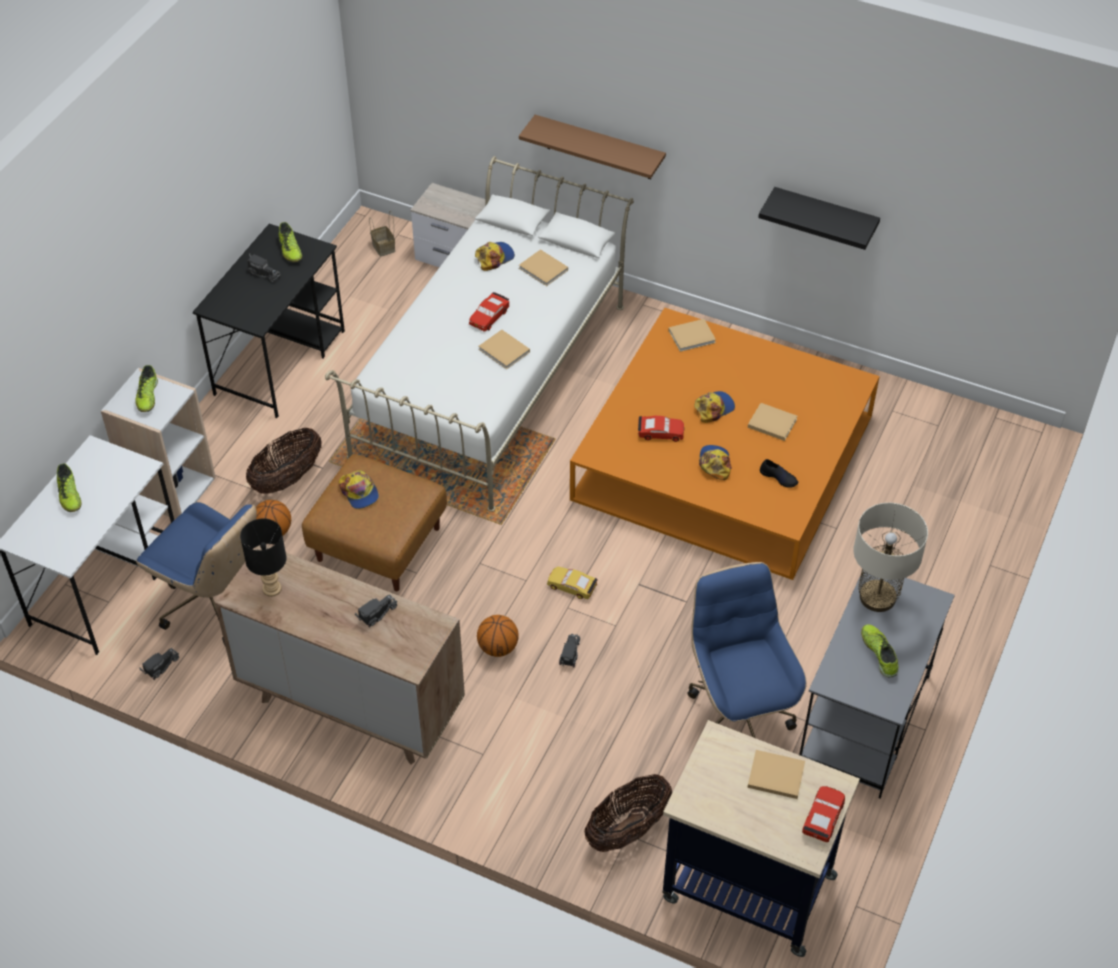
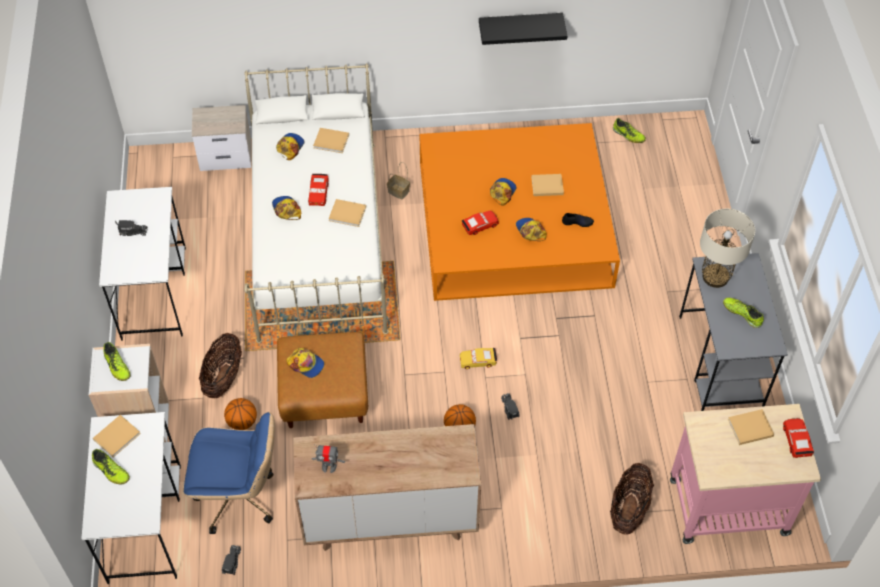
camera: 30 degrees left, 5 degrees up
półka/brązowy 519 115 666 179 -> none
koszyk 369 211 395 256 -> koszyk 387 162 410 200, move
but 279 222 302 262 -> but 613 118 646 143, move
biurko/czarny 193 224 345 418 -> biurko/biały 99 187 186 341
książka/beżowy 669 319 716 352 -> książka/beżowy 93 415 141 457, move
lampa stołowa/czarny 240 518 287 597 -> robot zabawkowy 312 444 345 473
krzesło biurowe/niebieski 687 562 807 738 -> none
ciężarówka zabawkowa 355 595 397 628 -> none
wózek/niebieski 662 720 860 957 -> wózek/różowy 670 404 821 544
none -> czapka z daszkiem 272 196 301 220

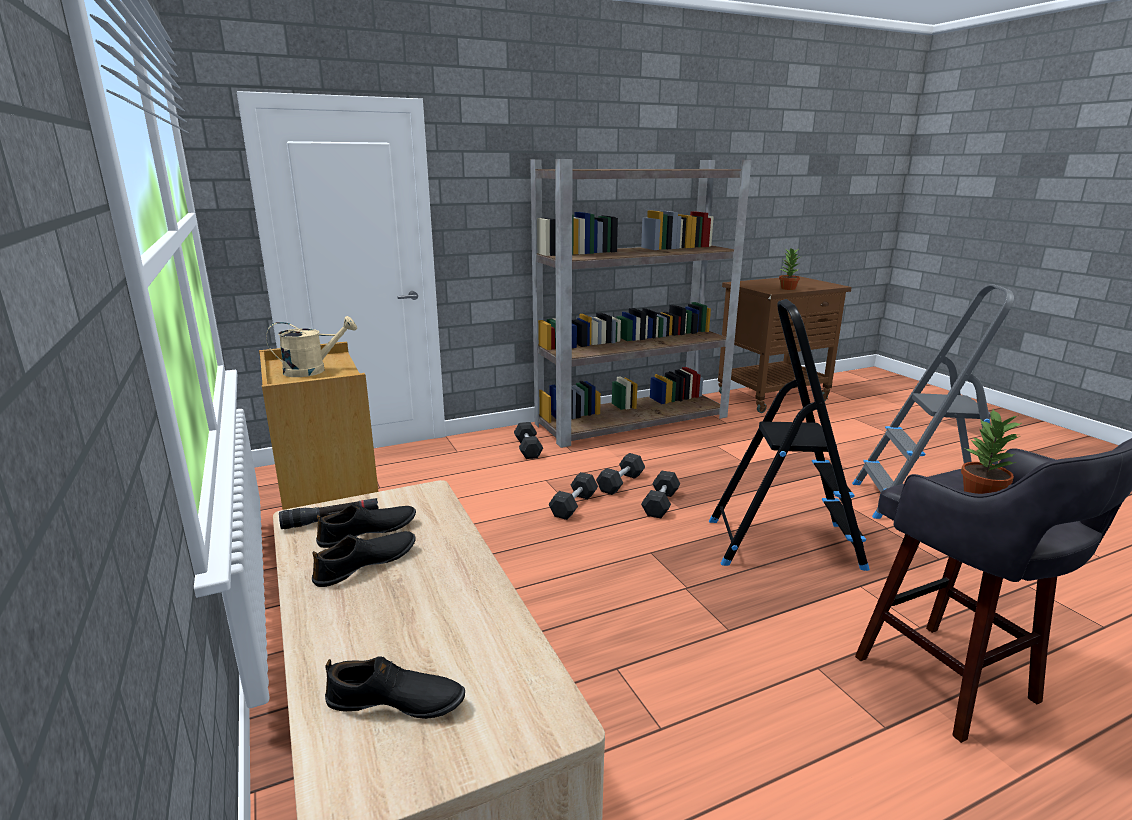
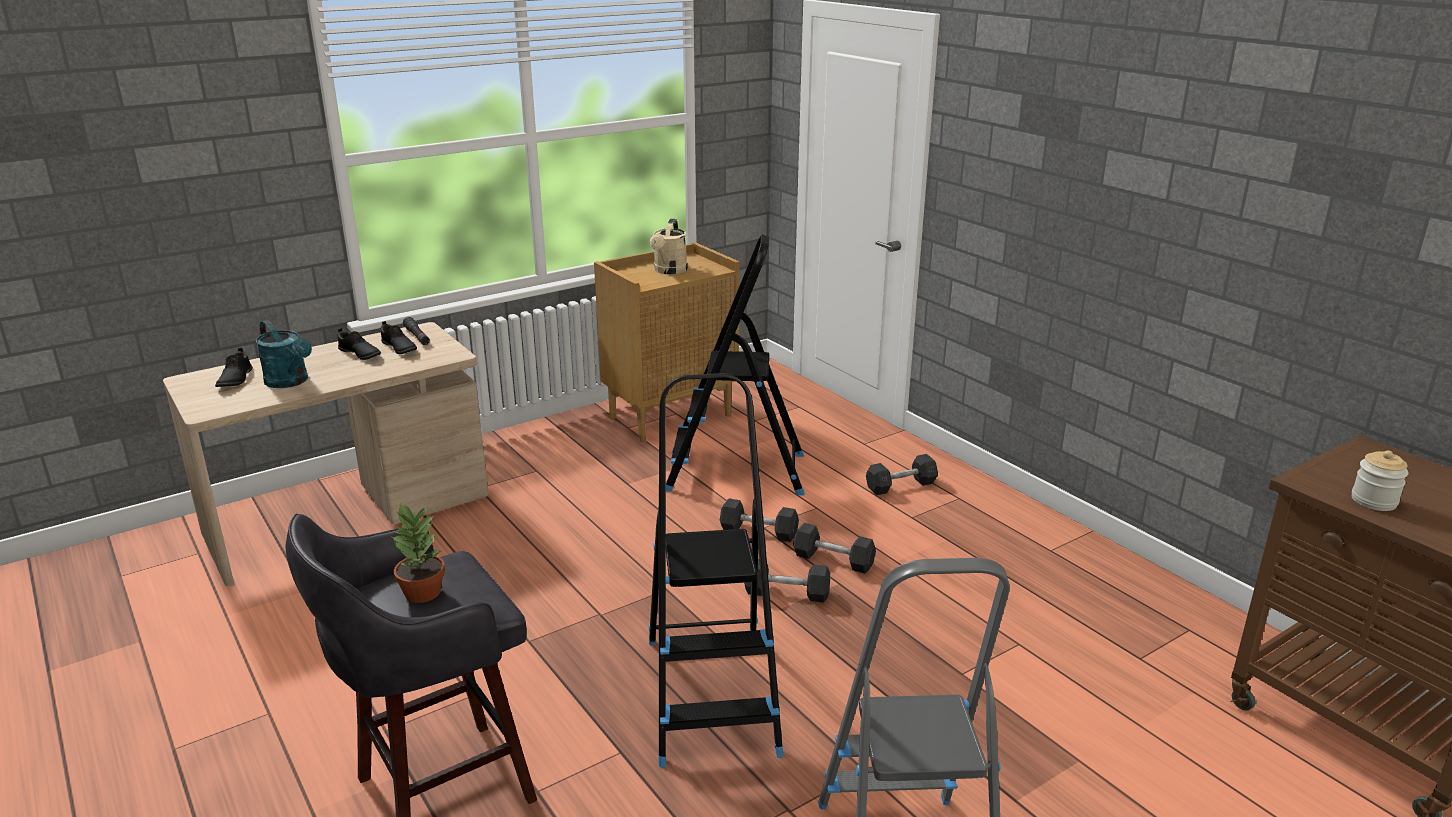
camera: 80 degrees right, 5 degrees up
regał/brązowy 530 159 751 448 -> none
roślina doniczkowa 779 249 800 290 -> słoik 1352 450 1409 511
konewka/beżowy 266 316 357 377 -> konewka/beżowy 649 219 688 274, 45 degrees clockwise
none -> drabinka/czarny 666 234 805 495
none -> konewka/turkusowy 256 320 312 388

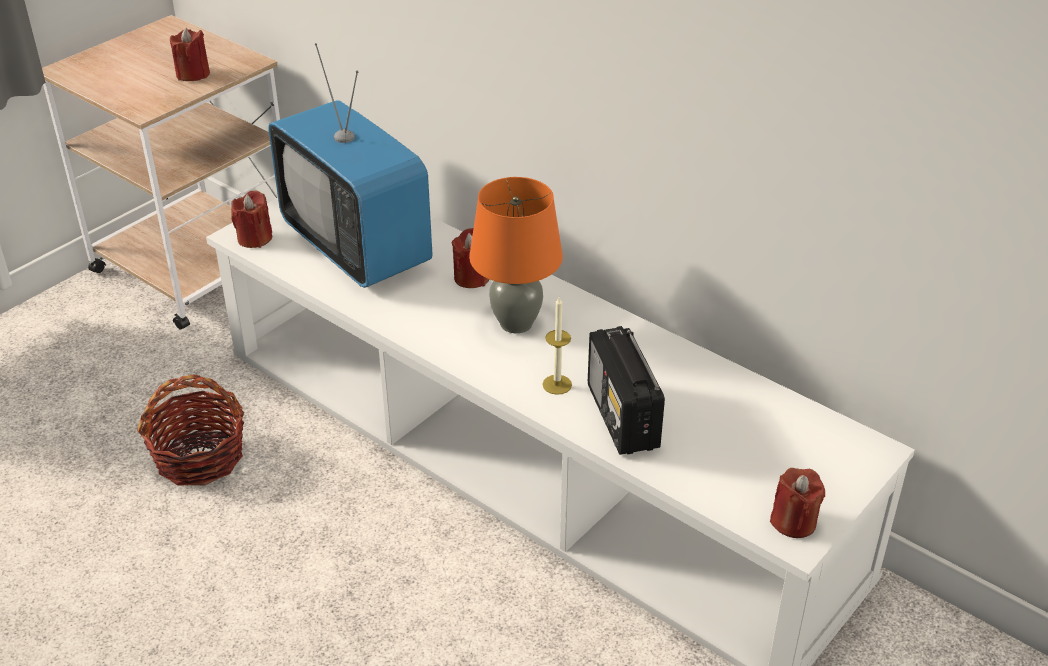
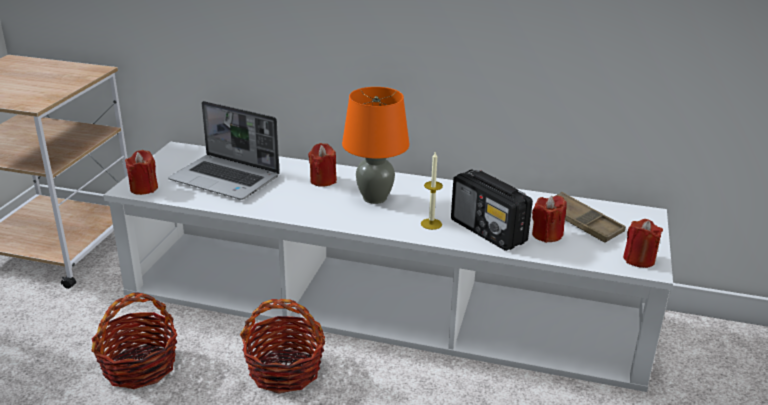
camera: 25 degrees left, 10 degrees down
świeca/czerwony 170 28 210 81 -> świeca/czerwony 532 195 567 243, move
telewizor 268 43 433 288 -> laptop 168 101 280 200
none -> taca/brązowy 553 192 626 243
none -> koszyk 240 299 325 394

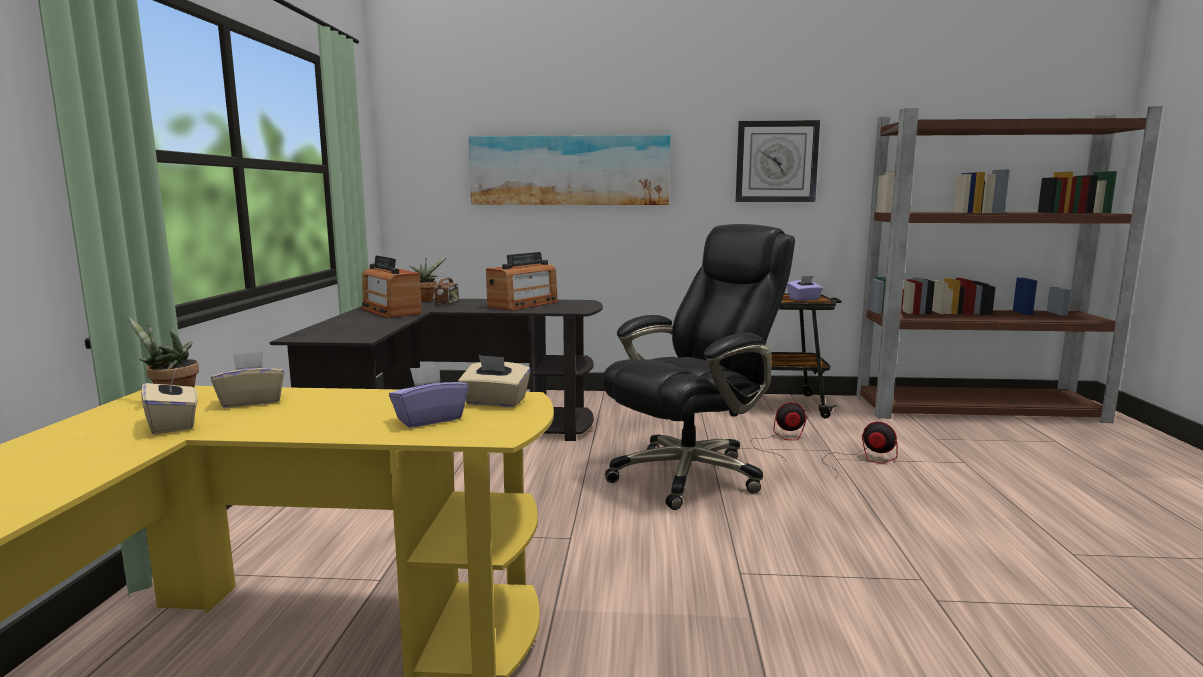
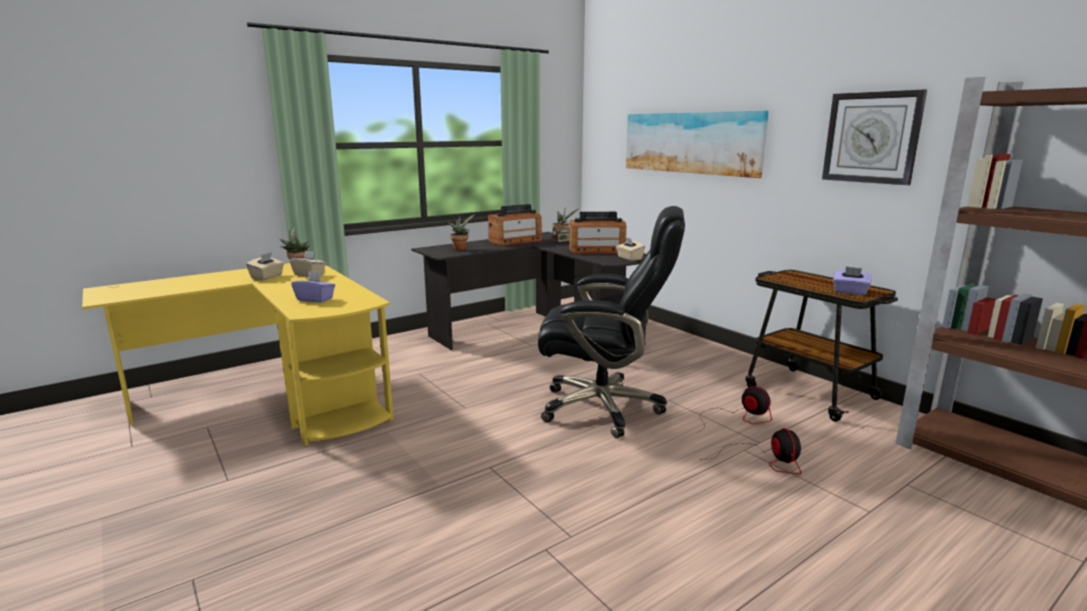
camera: 50 degrees right, 5 degrees up
radio 361 255 422 318 -> radio 488 204 542 246, 135 degrees counterclockwise
pudełko chusteczek/beżowy 458 355 531 407 -> pudełko chusteczek/beżowy 616 237 645 261, move
none -> roślina doniczkowa 447 214 475 250

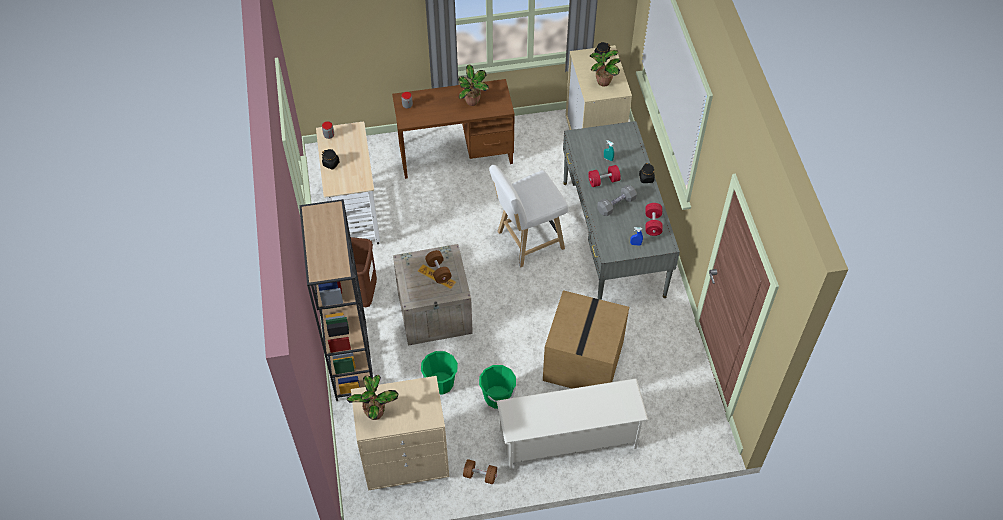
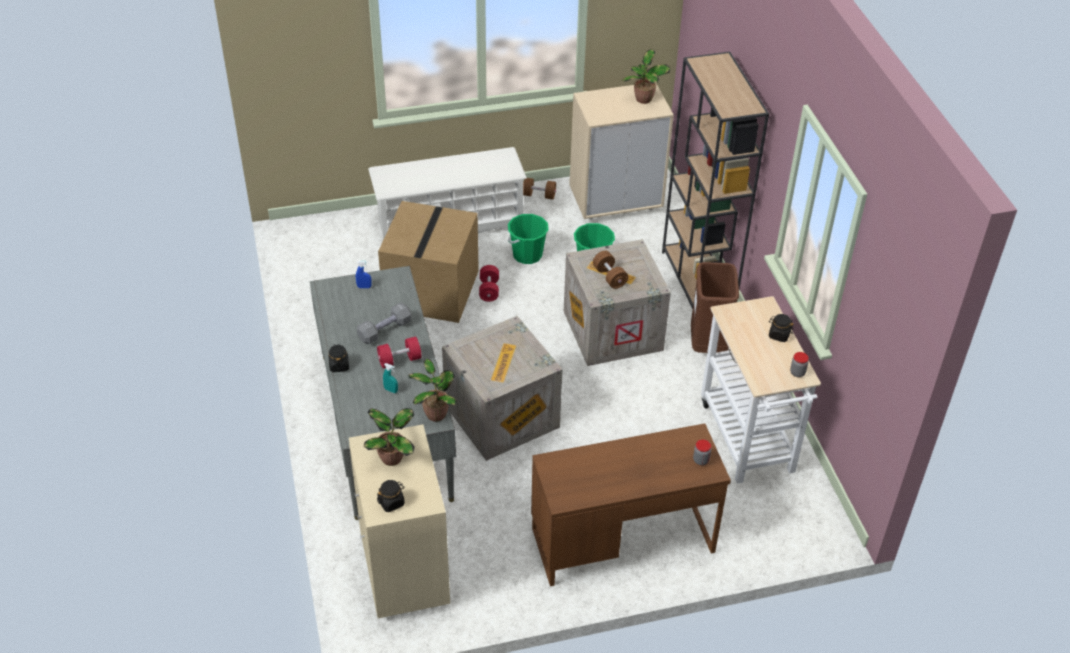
camera: 175 degrees right, 10 degrees down
roślina doniczkowa 458 64 489 106 -> roślina doniczkowa 408 359 457 422, move
stołek/biały 489 165 569 268 -> skrzynka 442 316 563 461
hantel/czerwony 645 203 663 236 -> hantel/czerwony 479 265 499 302, move

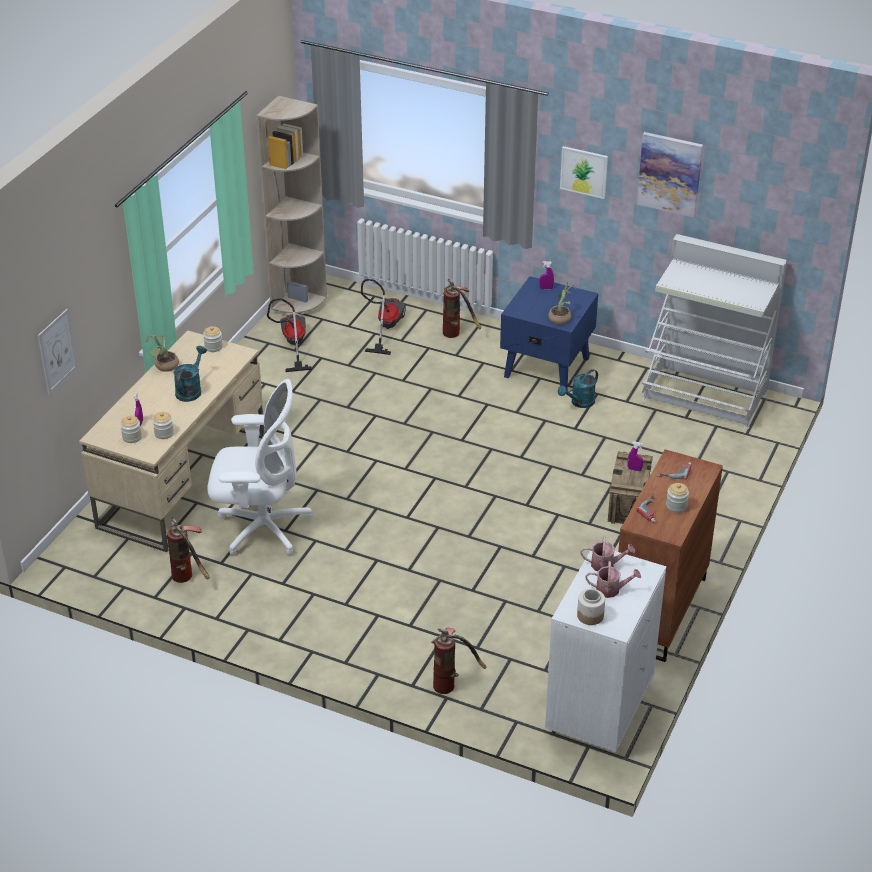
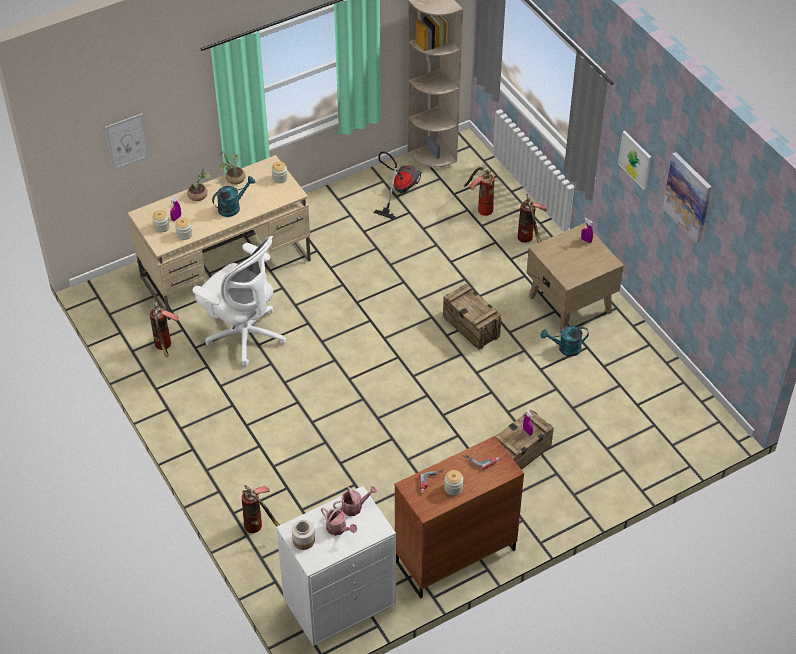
camera: 35 degrees right, 10 degrees up
regał na buty/biały 642 234 787 429 -> none
szafka nocna/niebieski 500 276 598 391 -> szafka nocna/beżowy 527 223 624 333
odkurzacz 361 279 407 355 -> gaśnica 464 167 494 216
roślina doniczkowa 548 281 576 325 -> roślina doniczkowa 187 167 211 201, move
konewka 581 536 635 571 -> konewka 333 486 377 516, 60 degrees counterclockwise
none -> skrzynka 443 284 501 350

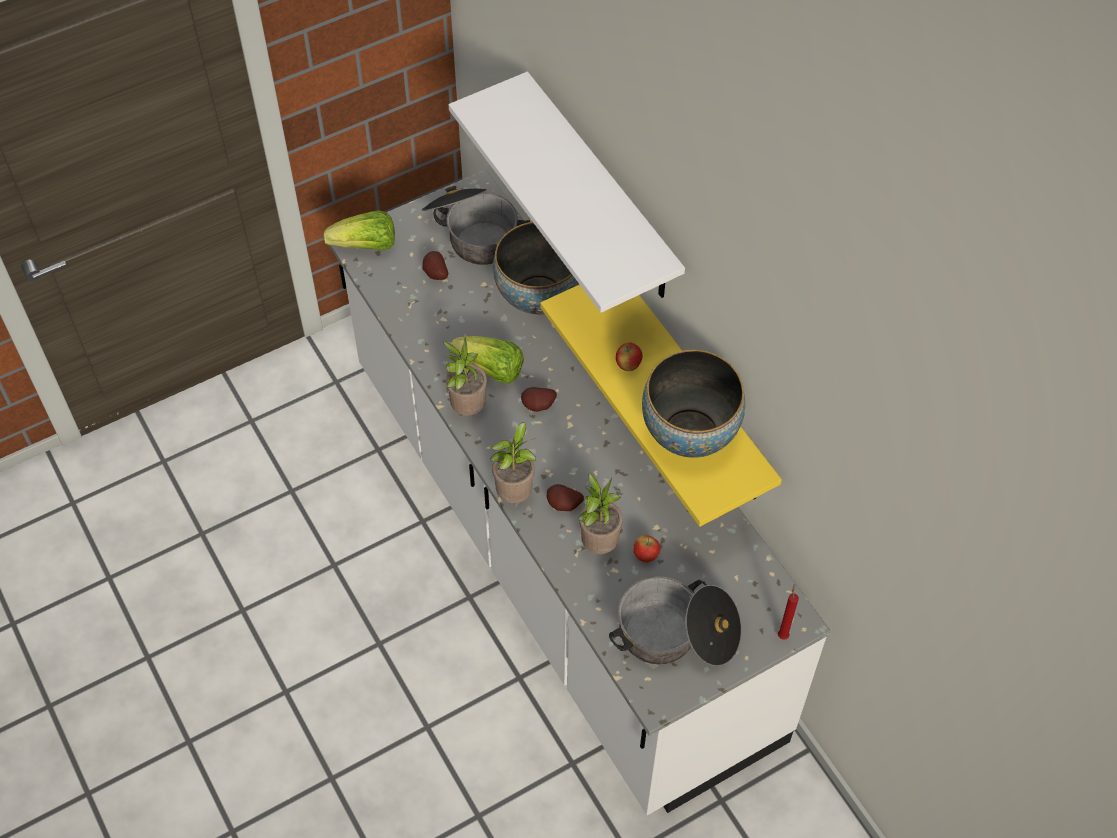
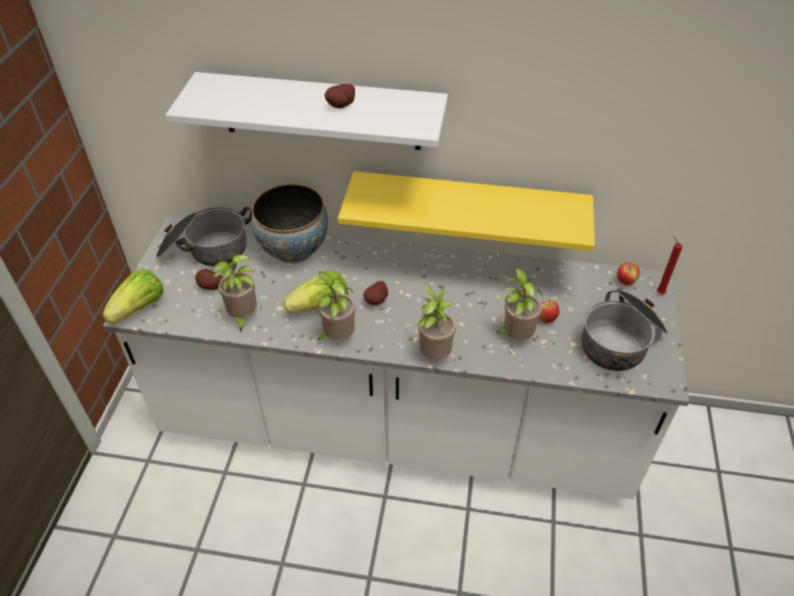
camera: 50 degrees left, 10 degrees down
jabłko 616 342 642 371 -> jabłko 617 263 640 285, move
miska 642 350 745 458 -> none
ziemniak 546 484 584 511 -> ziemniak 325 84 355 108, move
none -> roślina doniczkowa 212 255 257 332

